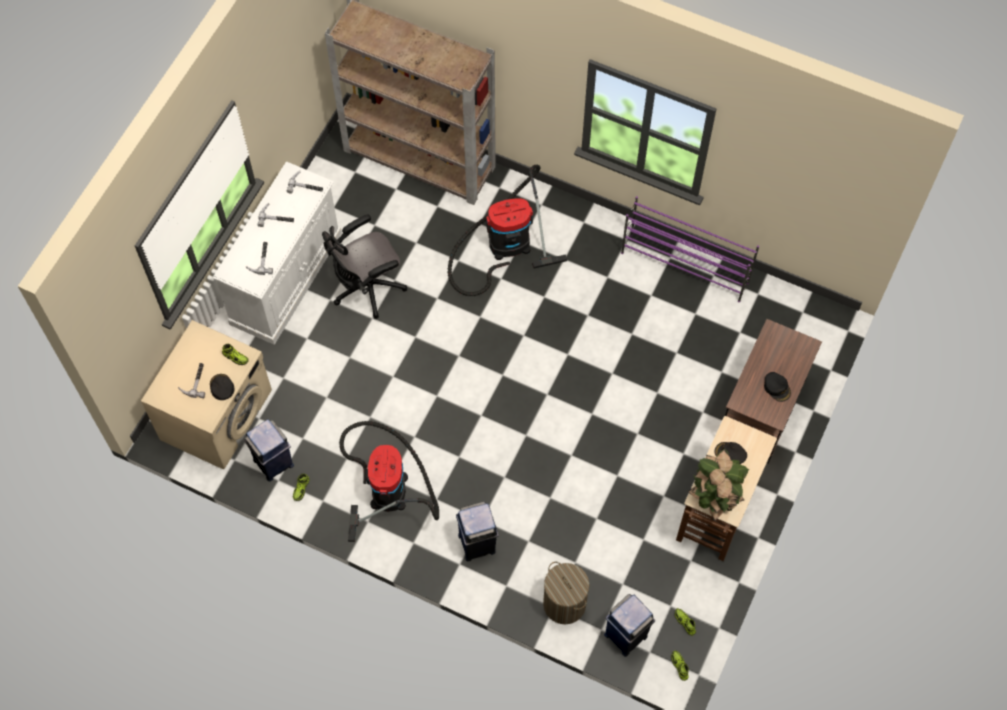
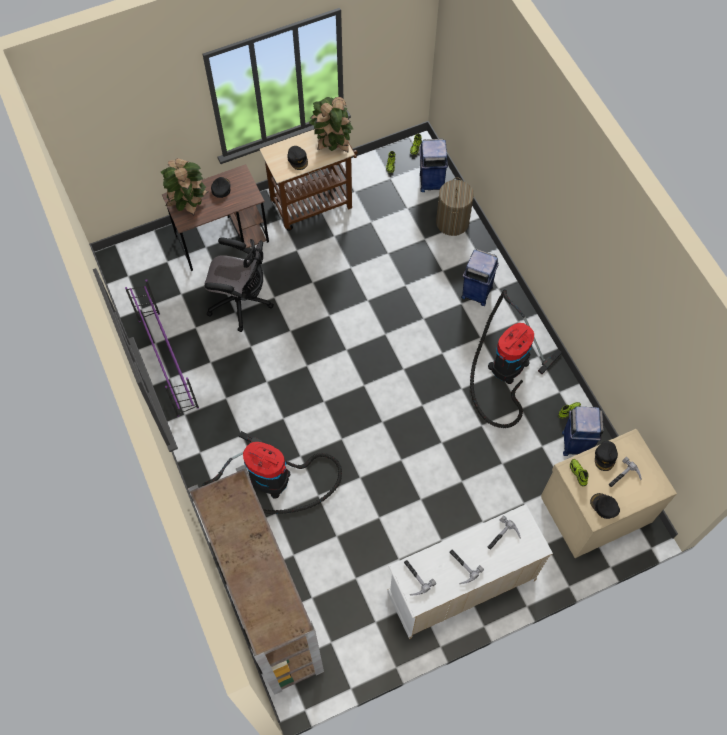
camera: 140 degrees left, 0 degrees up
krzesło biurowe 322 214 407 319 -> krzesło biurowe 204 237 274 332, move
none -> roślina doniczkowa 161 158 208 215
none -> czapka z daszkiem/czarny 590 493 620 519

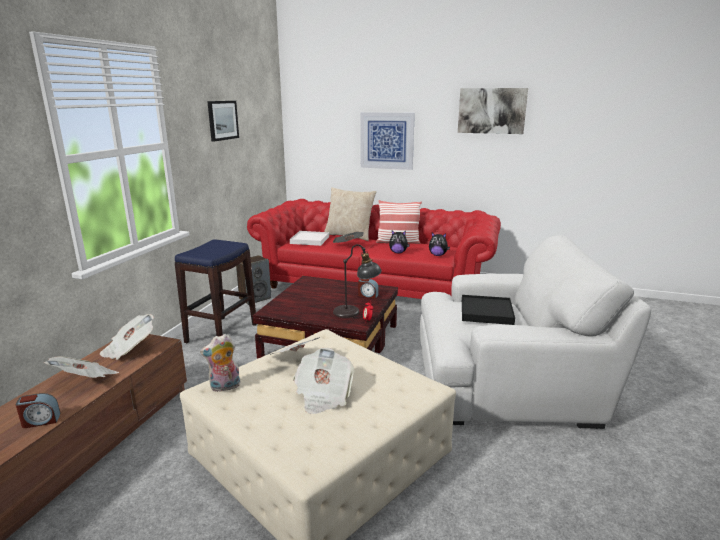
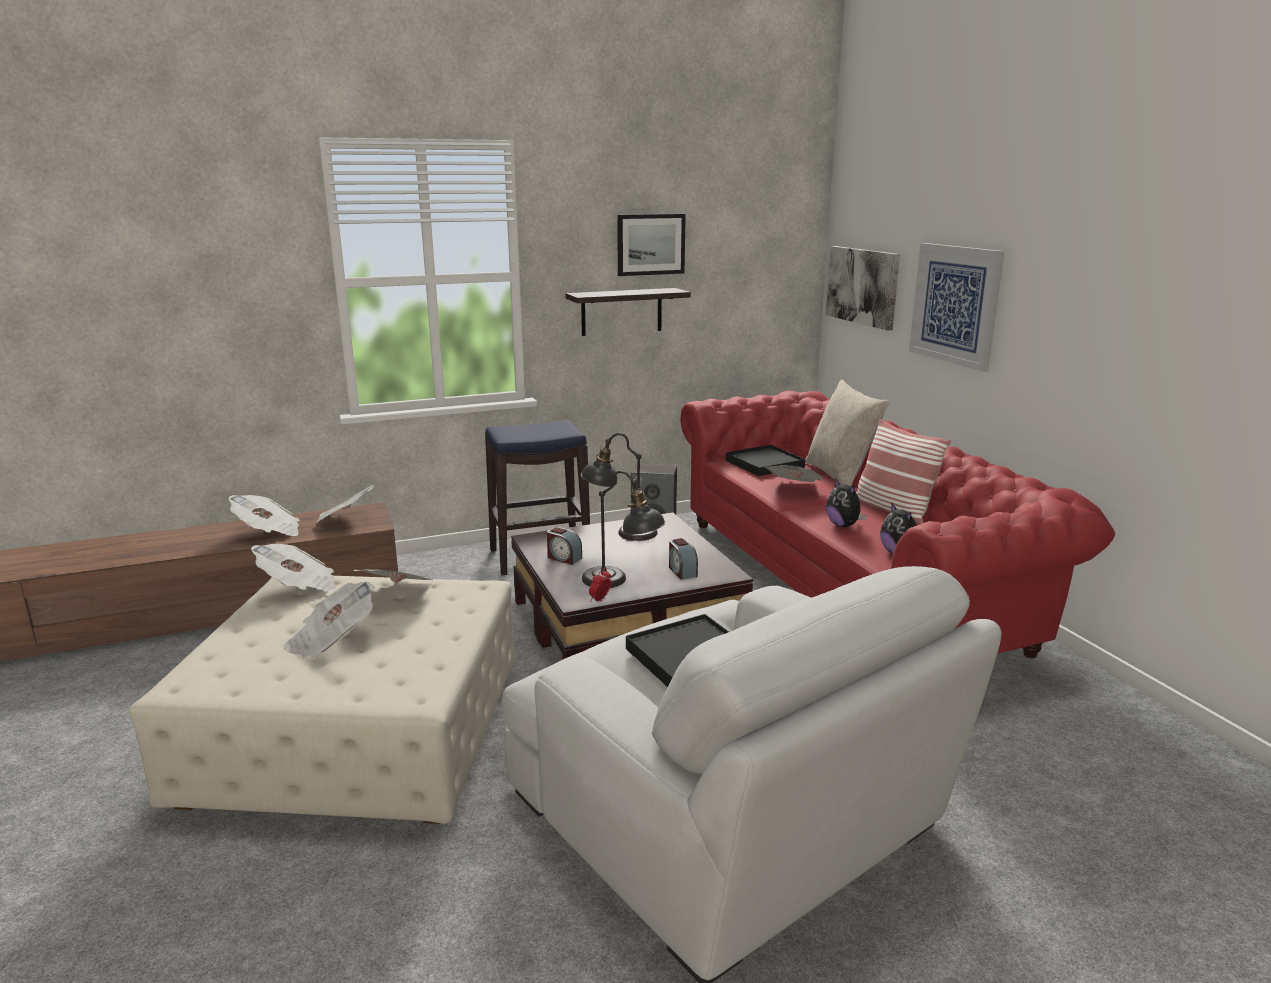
camera: 50 degrees right, 0 degrees up
obraz 458 88 528 134 -> obraz 826 246 900 331, move
taca/biały 290 231 329 246 -> taca/czarny 726 445 805 476
pluszak 200 334 241 392 -> gazeta 251 544 336 592
budzik 16 393 61 428 -> budzik 547 527 582 565, move
none -> półka 566 288 691 336
none -> lampa stołowa/szary 581 433 657 541

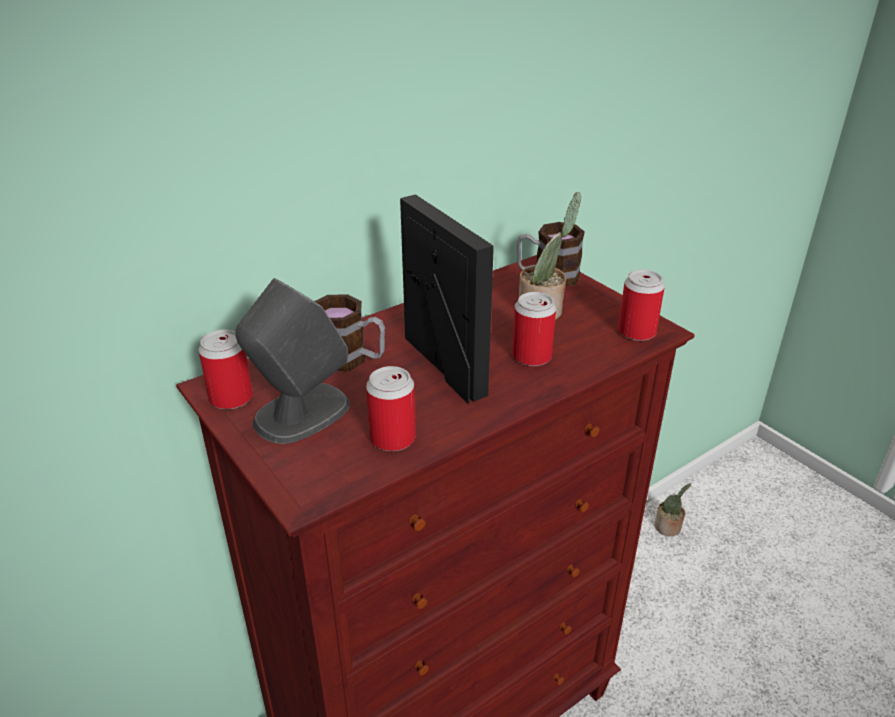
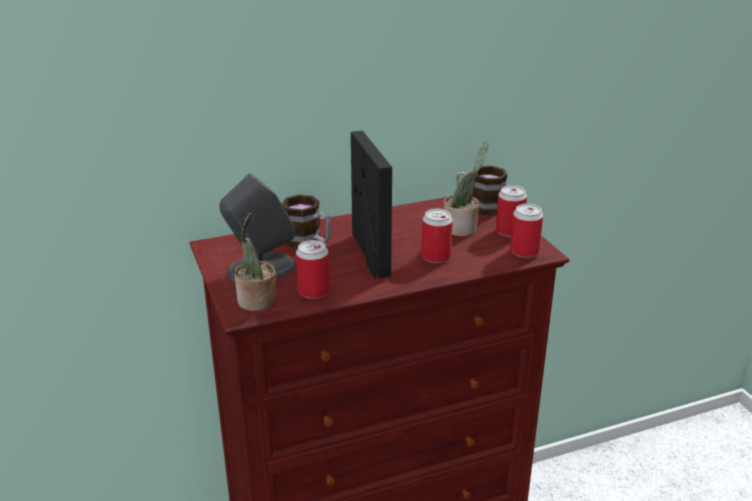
camera: 15 degrees right, 5 degrees down
puszka 198 330 253 410 -> puszka 496 185 527 237, move
roślina doniczkowa 655 483 691 536 -> roślina doniczkowa 235 213 277 311, move

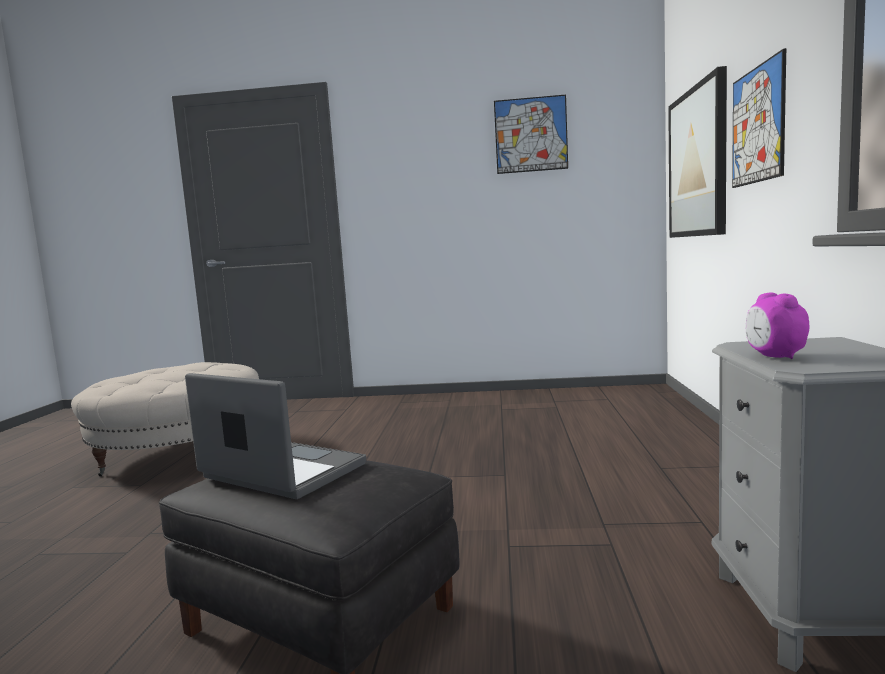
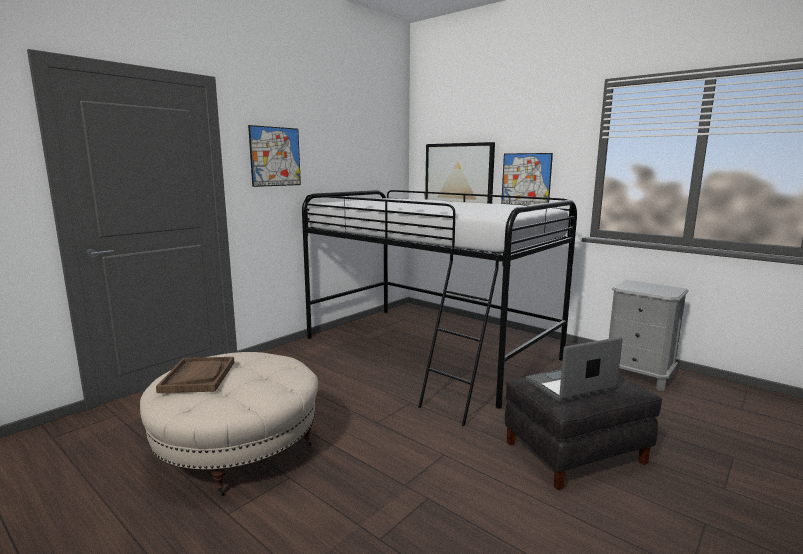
camera: 55 degrees left, 5 degrees up
obraz 494 95 568 174 -> obraz 248 125 301 187, move
budzik 746 292 809 359 -> none
none -> łóżko/czarny 302 190 577 426
none -> taca/brązowy 156 357 235 393

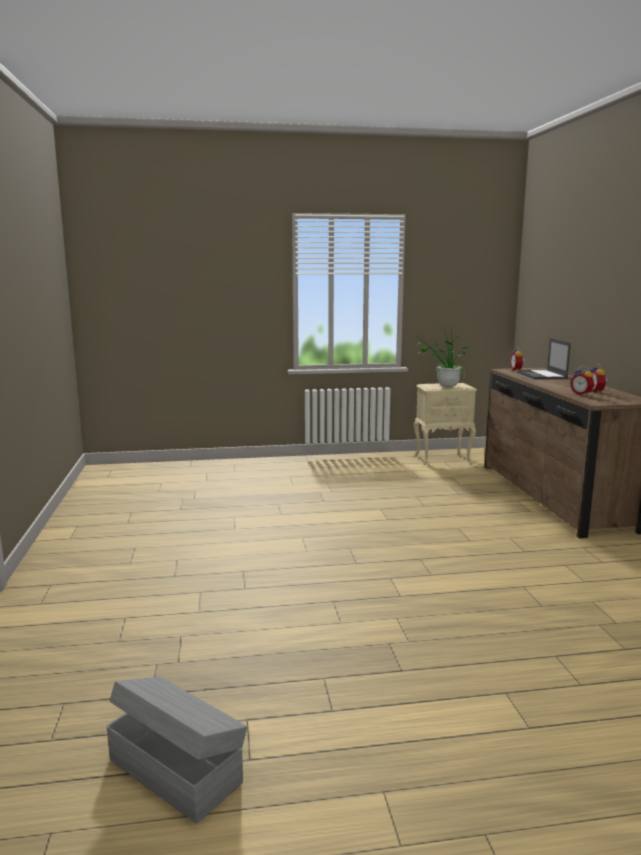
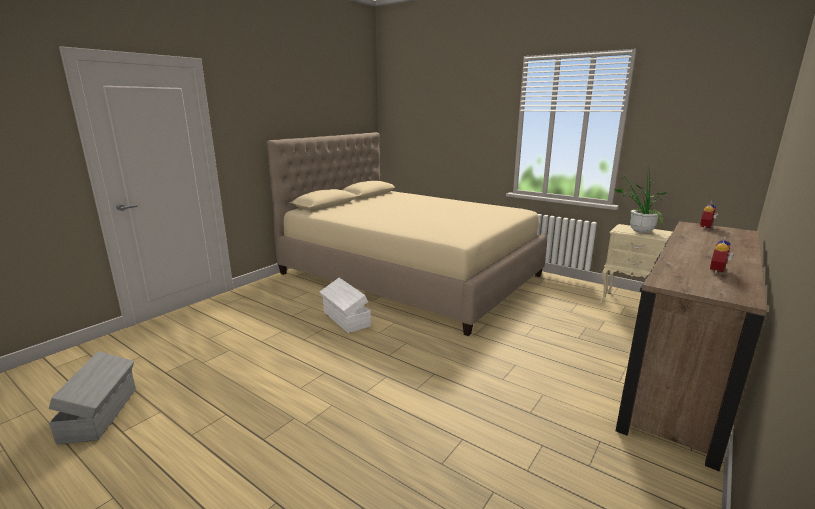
camera: 45 degrees right, 5 degrees up
laptop 517 338 571 379 -> none
budzik 570 366 595 396 -> none
none -> łóżko/beżowy 267 132 547 336
none -> pojemnik do przechowywania/biały 320 278 371 333

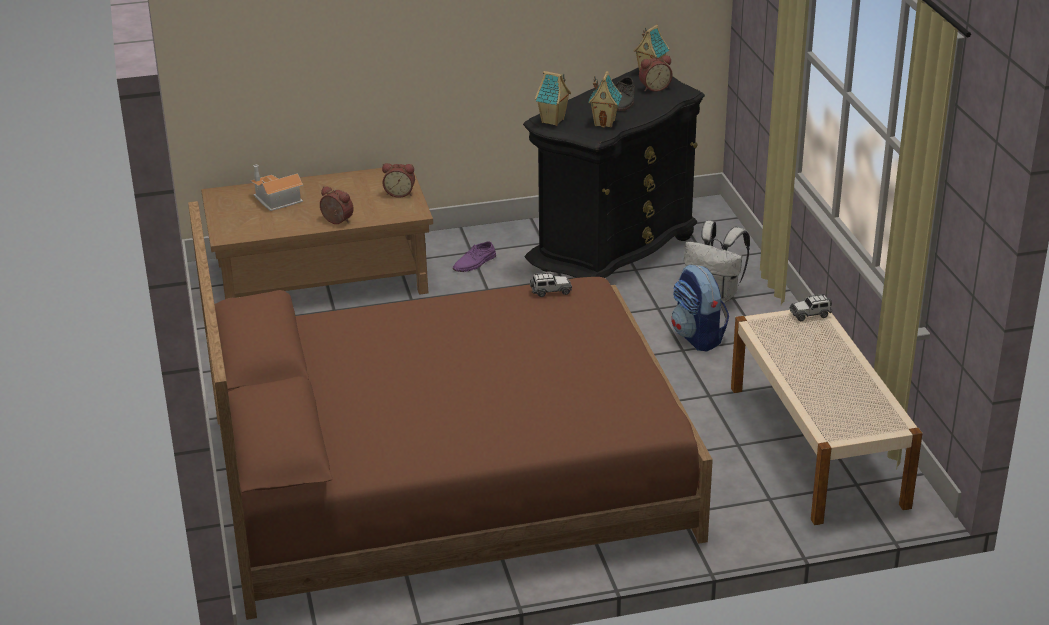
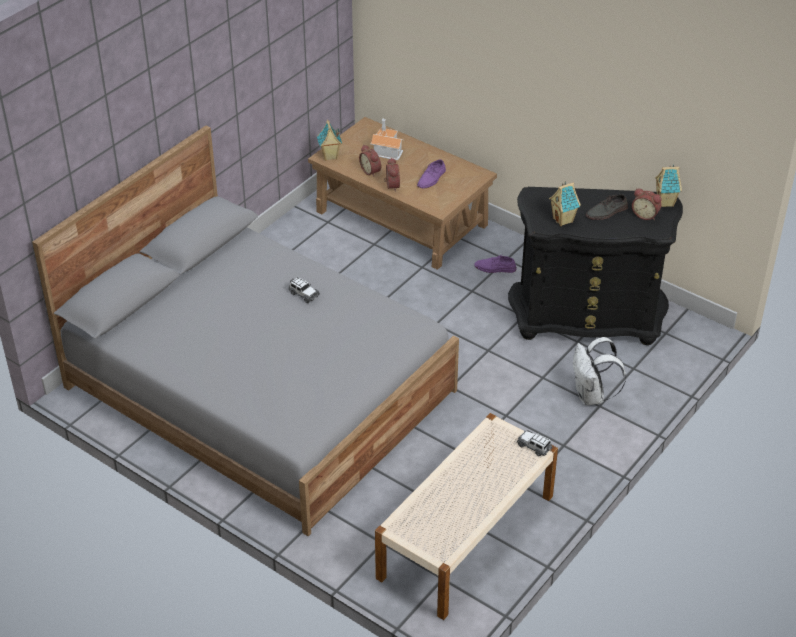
camera: 50 degrees right, 10 degrees up
domek 535 71 571 126 -> domek 317 120 342 161, move
budzik 382 163 415 198 -> budzik 359 145 381 176, move
łóżko/brązowy 188 201 713 620 -> łóżko/szary 32 125 459 536
plecak 671 264 729 352 -> none
samochodzik 530 272 572 297 -> samochodzik 288 277 320 303, move
none -> but/fioletowy 417 159 446 189

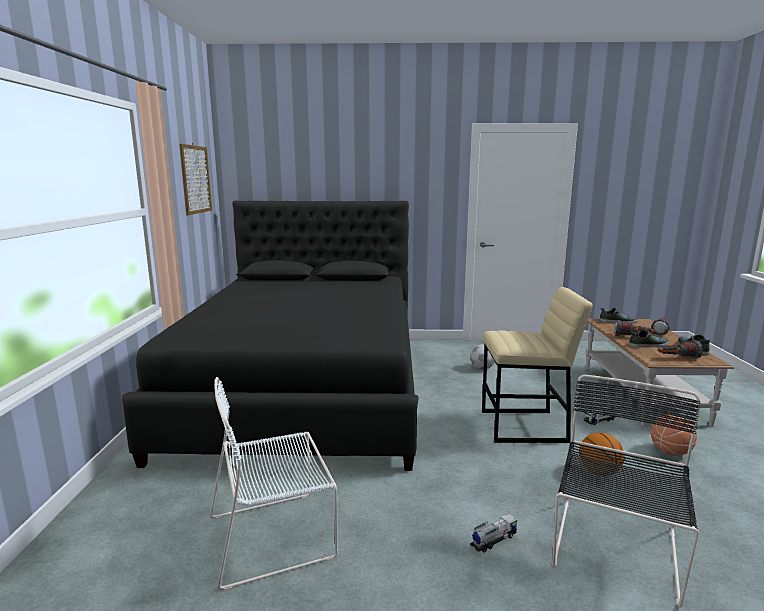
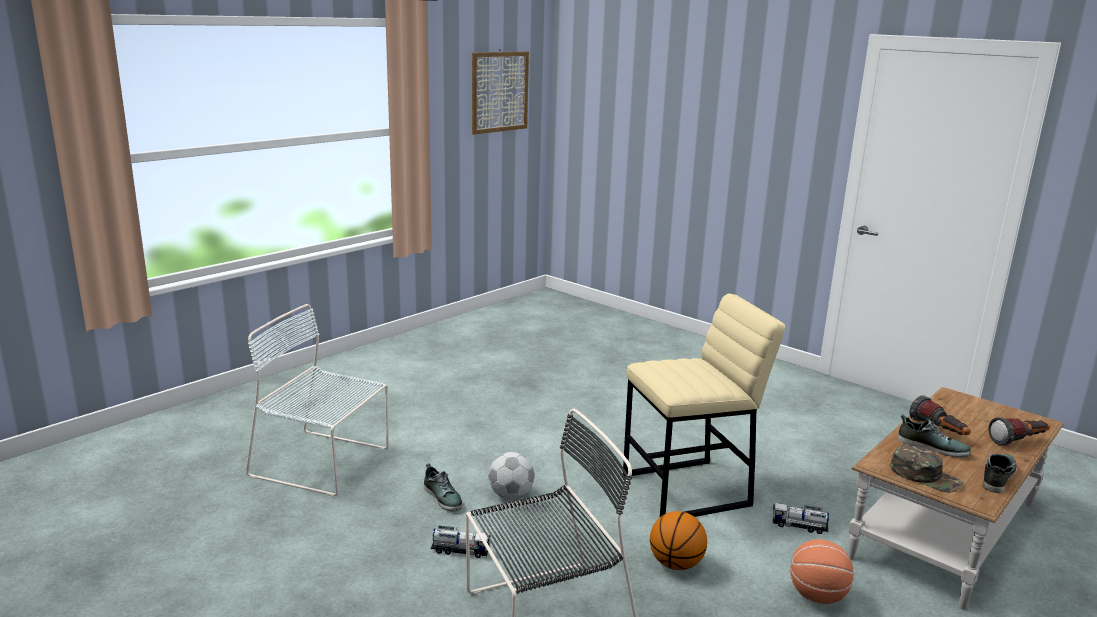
camera: 40 degrees right, 5 degrees up
łóżko/czarny 122 201 418 471 -> none
krzesło/beżowy 482 287 593 443 -> krzesło/beżowy 623 294 785 517, 60 degrees counterclockwise
but 600 308 638 323 -> but 424 463 462 512, move
latarka 658 340 703 359 -> czapka z daszkiem/zielony 890 445 964 492
piłka futbolowa 470 345 495 370 -> piłka futbolowa 488 452 535 499, move

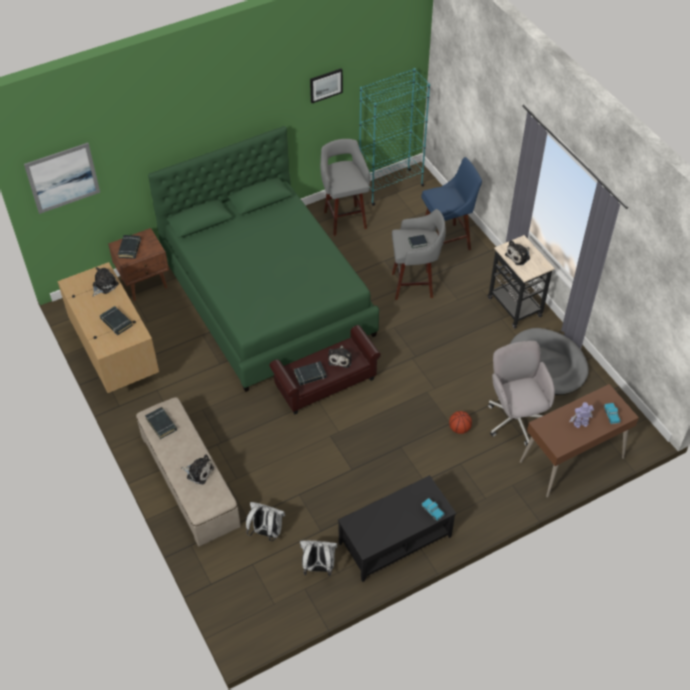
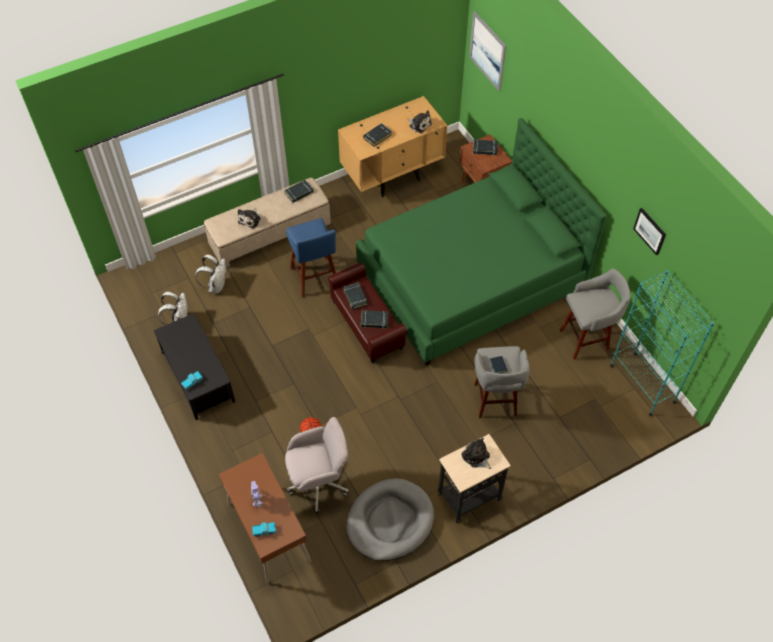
camera: 90 degrees right, 5 degrees up
stołek/niebieski 421 157 482 250 -> stołek/niebieski 286 218 336 297, move
pluszak 328 345 352 368 -> książka/czarny 361 310 388 328

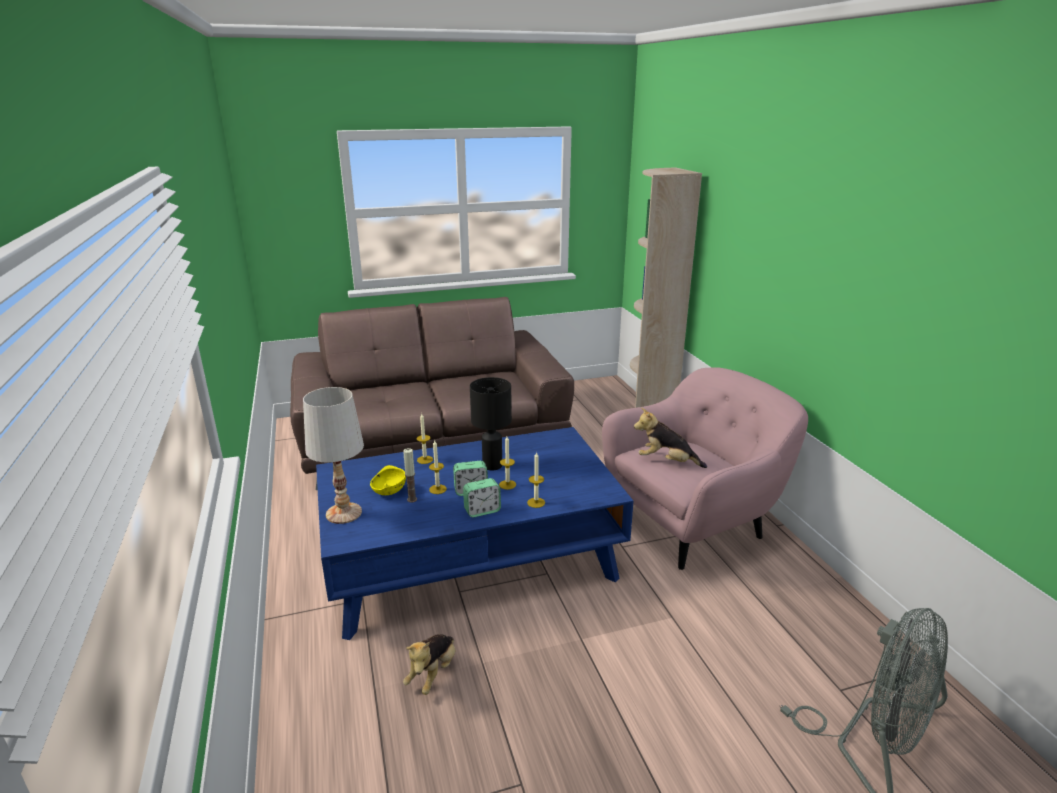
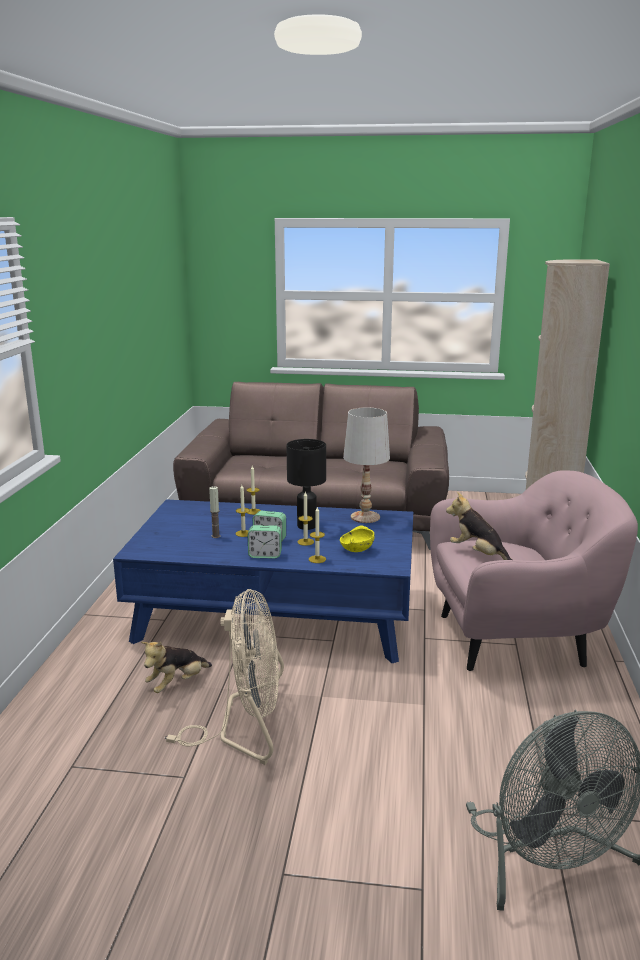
camera: 25 degrees right, 5 degrees down
lampa stołowa/biały 303 387 364 524 -> lampa stołowa/biały 343 408 390 523, move
miska/żółty 370 465 406 495 -> miska/żółty 340 526 375 552, move
none -> wentylator/beżowy 164 589 284 765

